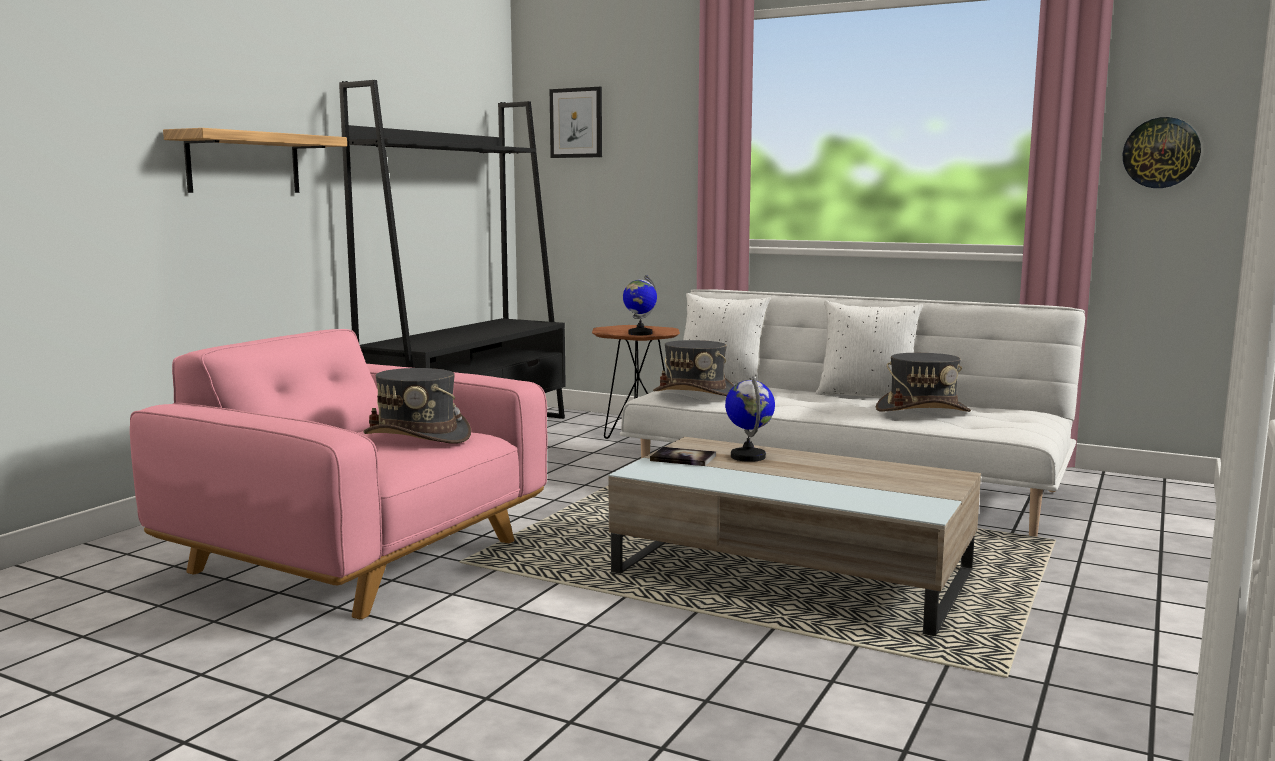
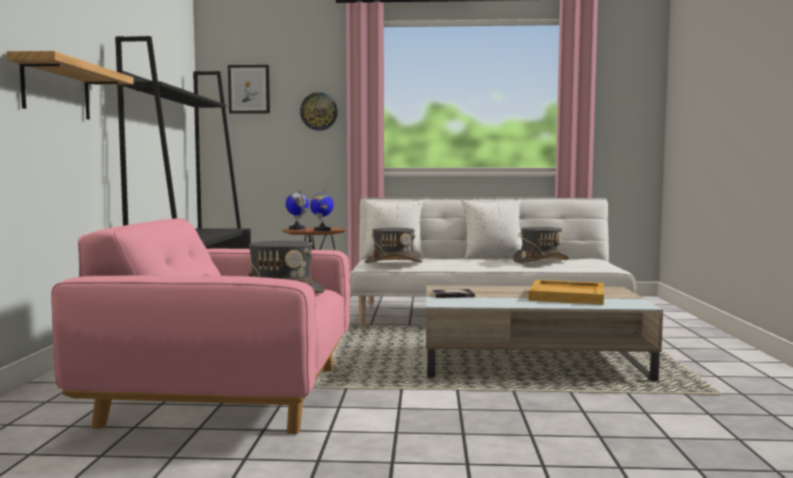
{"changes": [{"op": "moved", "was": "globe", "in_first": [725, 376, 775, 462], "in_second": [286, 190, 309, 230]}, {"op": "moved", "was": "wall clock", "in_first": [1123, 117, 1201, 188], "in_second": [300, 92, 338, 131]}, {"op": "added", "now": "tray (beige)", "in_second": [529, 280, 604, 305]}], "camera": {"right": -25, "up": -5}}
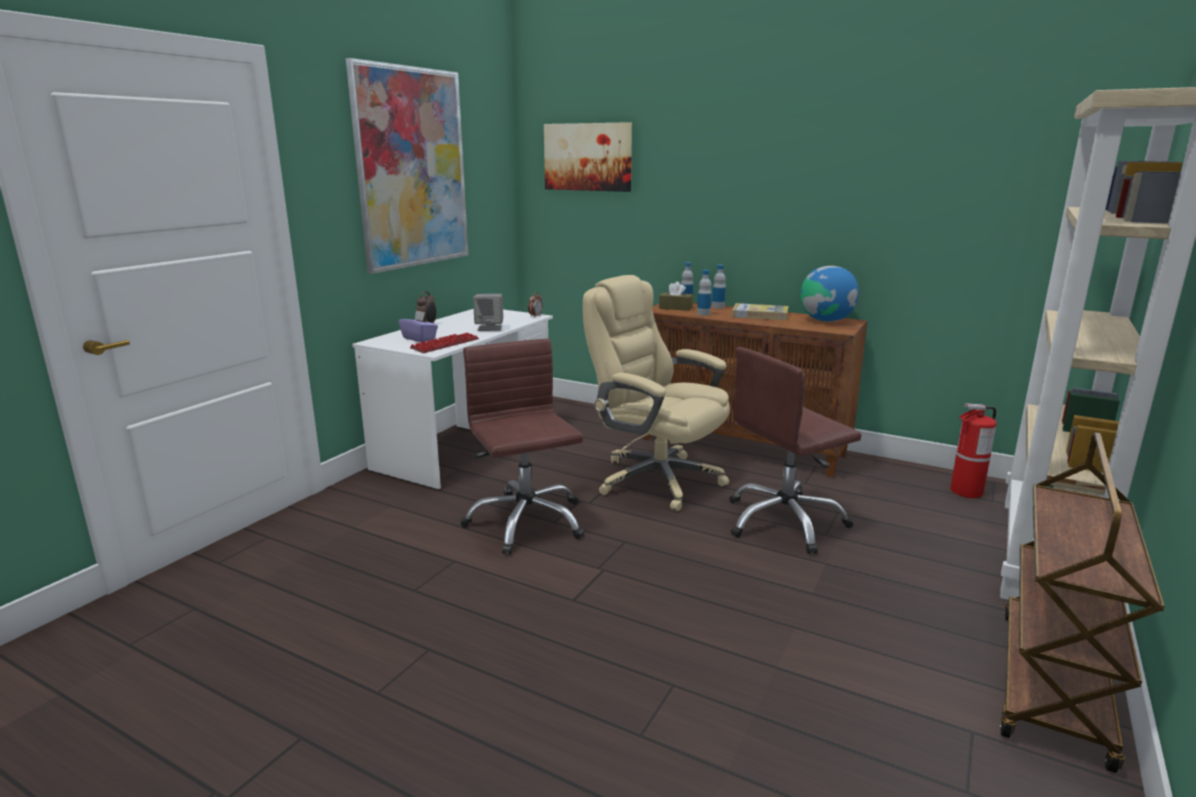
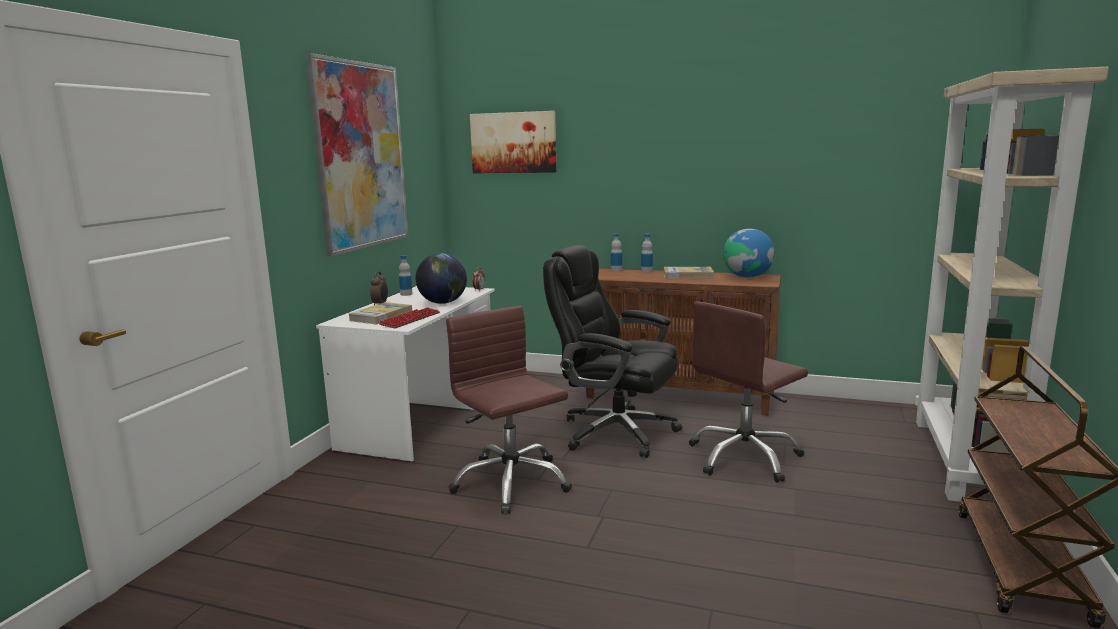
{"changes": [{"op": "replaced", "was": "tissue box (purple)", "now": "book", "in_first": [398, 310, 438, 342], "in_second": [348, 302, 412, 324]}, {"op": "replaced", "was": "speaker (grey)", "now": "globe", "in_first": [473, 294, 503, 331], "in_second": [416, 253, 467, 304]}, {"op": "recoloured", "was": "office chair (beige)", "now": "office chair (black)", "in_first": [583, 275, 730, 511], "in_second": [543, 245, 682, 458]}, {"op": "removed", "was": "tissue box (brown)", "in_first": [659, 282, 693, 311]}, {"op": "moved", "was": "bottle", "in_first": [697, 270, 711, 316], "in_second": [399, 255, 412, 296]}, {"op": "removed", "was": "fire extinguisher", "in_first": [950, 403, 997, 498]}], "camera": {"right": -10, "up": -5}}
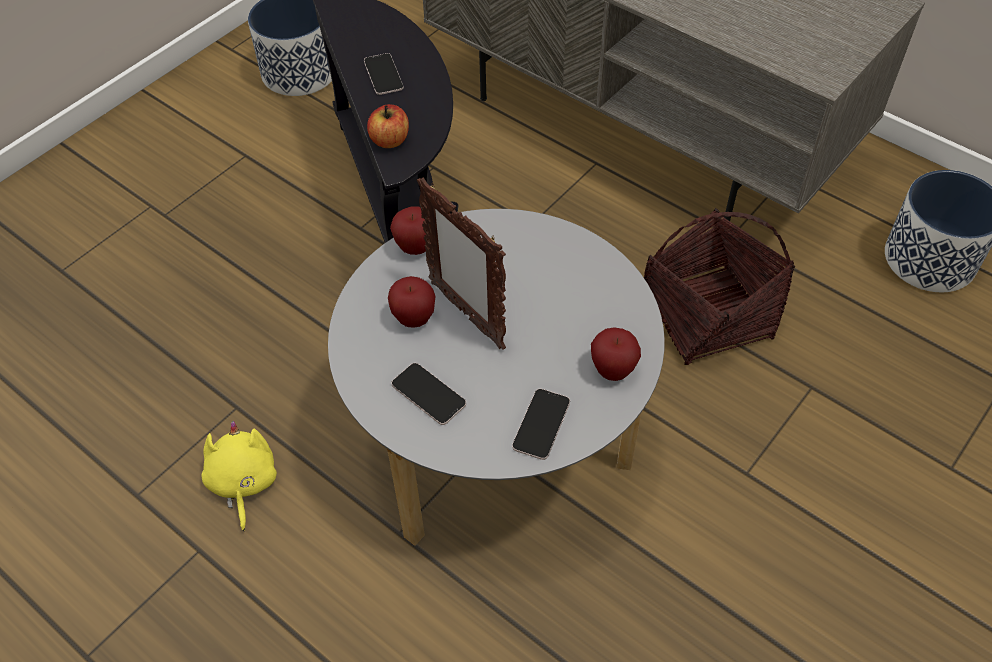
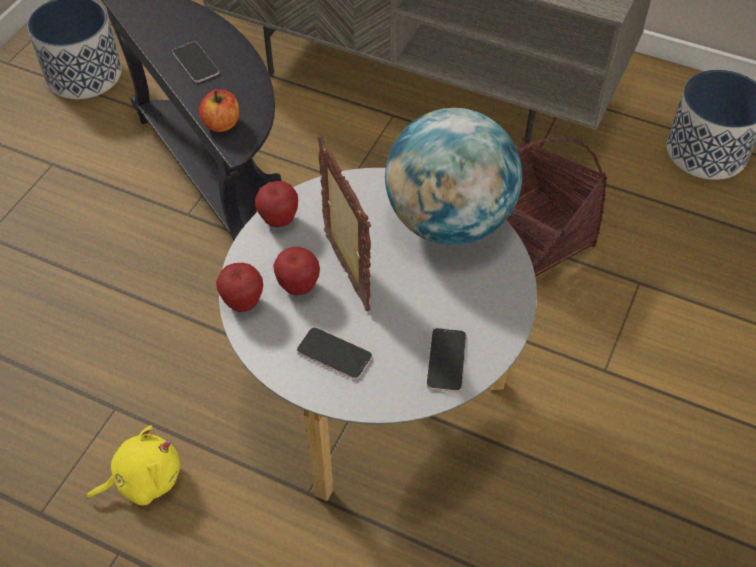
{"changes": [{"op": "turned", "was": "plush toy (yellow)", "in_first": [201, 421, 277, 531], "in_second": [87, 426, 180, 506], "clockwise": 90}, {"op": "turned", "was": "picture frame", "in_first": [417, 178, 506, 350], "in_second": [317, 135, 371, 311], "clockwise": -150}, {"op": "moved", "was": "apple", "in_first": [591, 327, 641, 381], "in_second": [216, 263, 263, 312]}, {"op": "added", "now": "globe", "in_second": [385, 108, 522, 245]}], "camera": {"right": -15, "up": 0}}
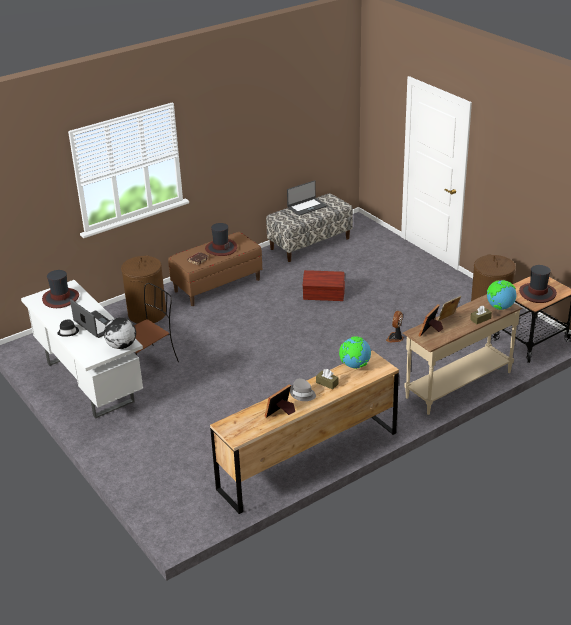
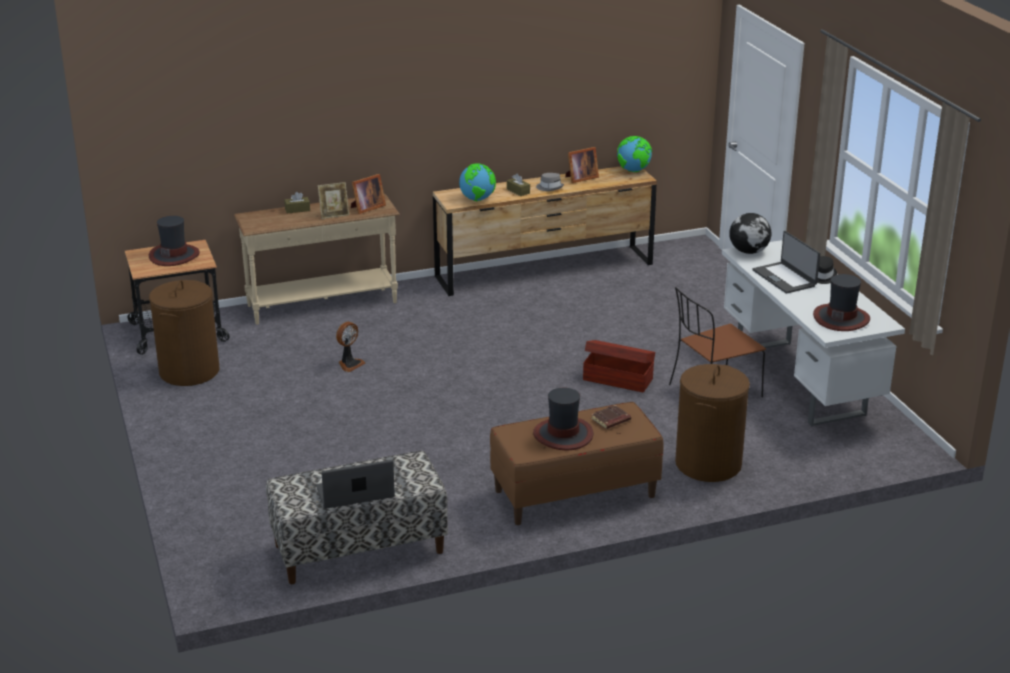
{"changes": [{"op": "moved", "was": "storage box (brown)", "in_first": [303, 270, 345, 301], "in_second": [583, 340, 655, 392]}, {"op": "moved", "was": "globe", "in_first": [487, 280, 516, 310], "in_second": [617, 136, 652, 172]}], "camera": {"right": -165, "up": -5}}
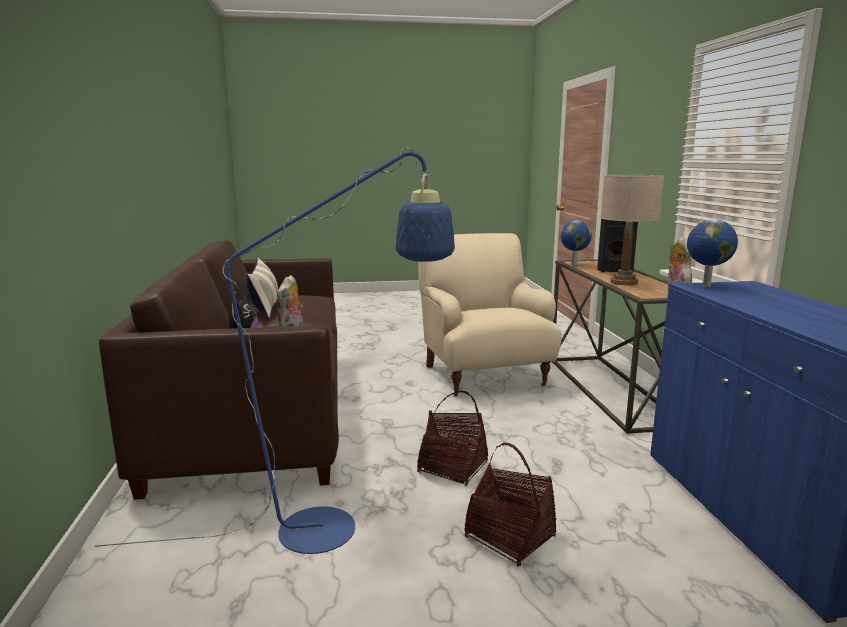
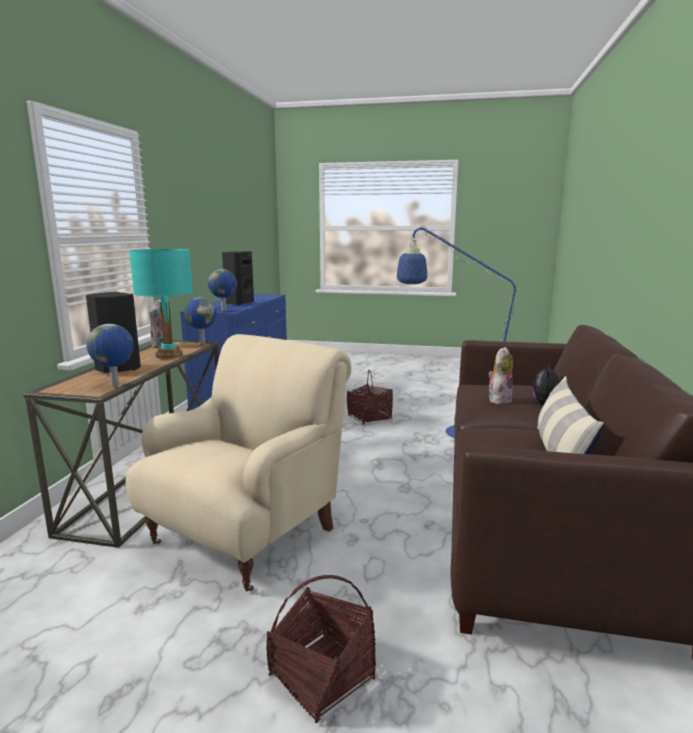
{"changes": [{"op": "moved", "was": "basket", "in_first": [417, 391, 488, 486], "in_second": [266, 575, 376, 723]}, {"op": "turned", "was": "armchair (beige)", "in_first": [418, 233, 561, 397], "in_second": [126, 334, 351, 592], "clockwise": -150}, {"op": "recoloured", "was": "table lamp (beige)", "now": "table lamp (turquoise)", "in_first": [600, 175, 664, 285], "in_second": [129, 249, 193, 359]}, {"op": "added", "now": "globe", "in_second": [184, 297, 217, 344]}, {"op": "added", "now": "speaker (black)", "in_second": [222, 251, 254, 305]}], "camera": {"right": -160, "up": 0}}
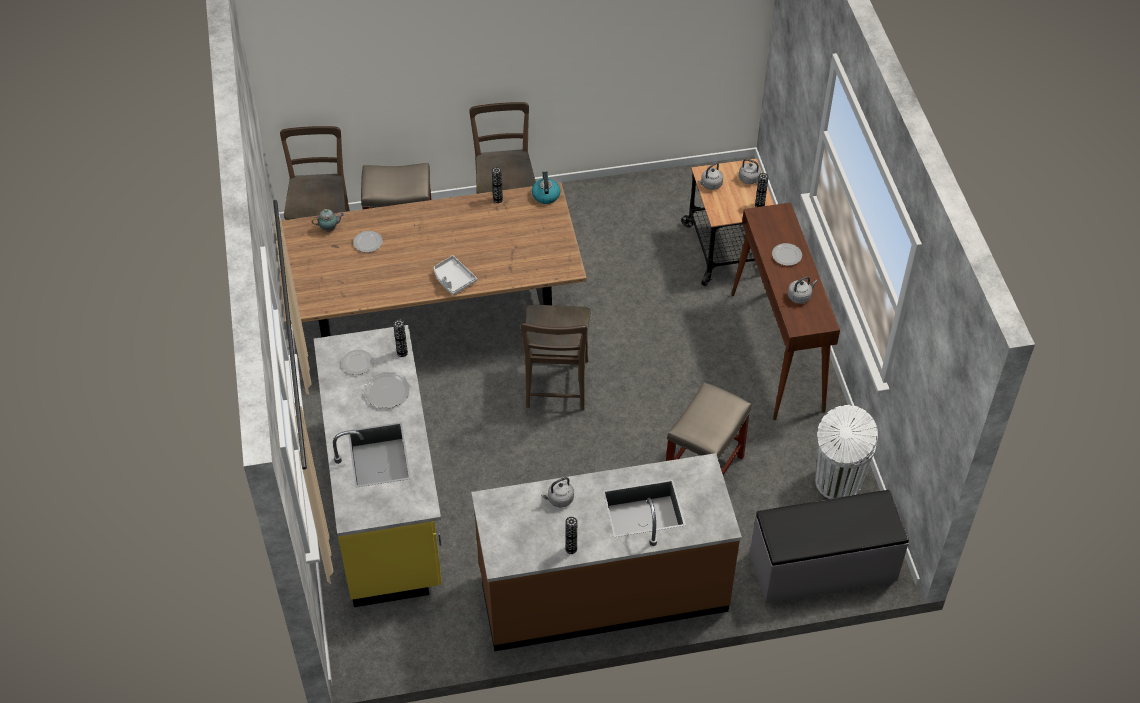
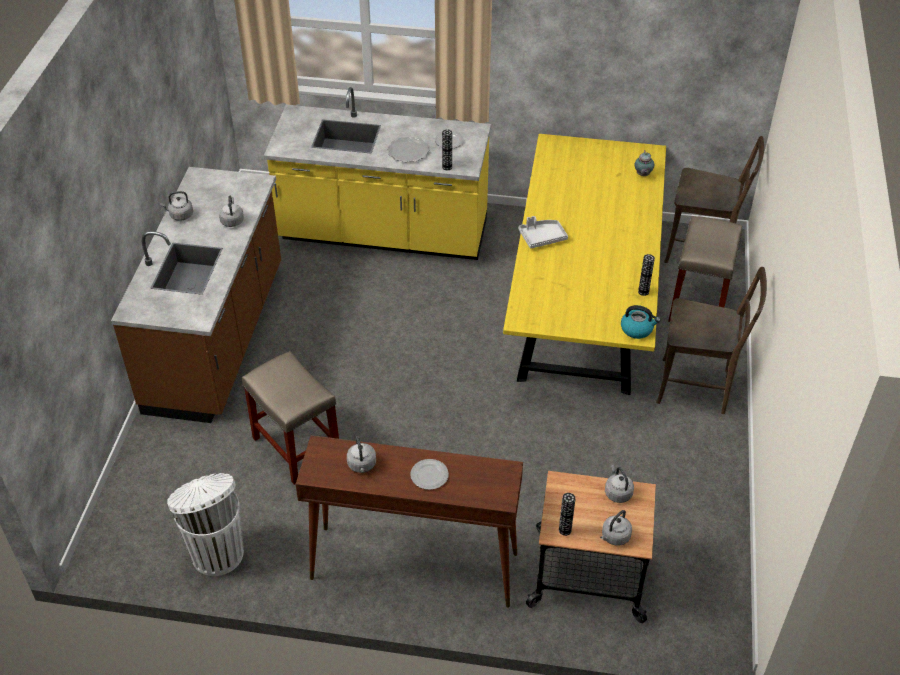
{"changes": [{"op": "recoloured", "was": "dining table (brown)", "now": "dining table (yellow)", "in_first": [274, 182, 587, 337], "in_second": [503, 134, 666, 395]}, {"op": "removed", "was": "plate", "in_first": [353, 231, 382, 252]}, {"op": "removed", "was": "chair (brown)", "in_first": [520, 305, 591, 410]}, {"op": "replaced", "was": "vase", "now": "kettle (grey)", "in_first": [565, 517, 577, 554], "in_second": [160, 191, 193, 221]}, {"op": "removed", "was": "bench (grey)", "in_first": [750, 490, 909, 603]}], "camera": {"right": 110, "up": -5}}
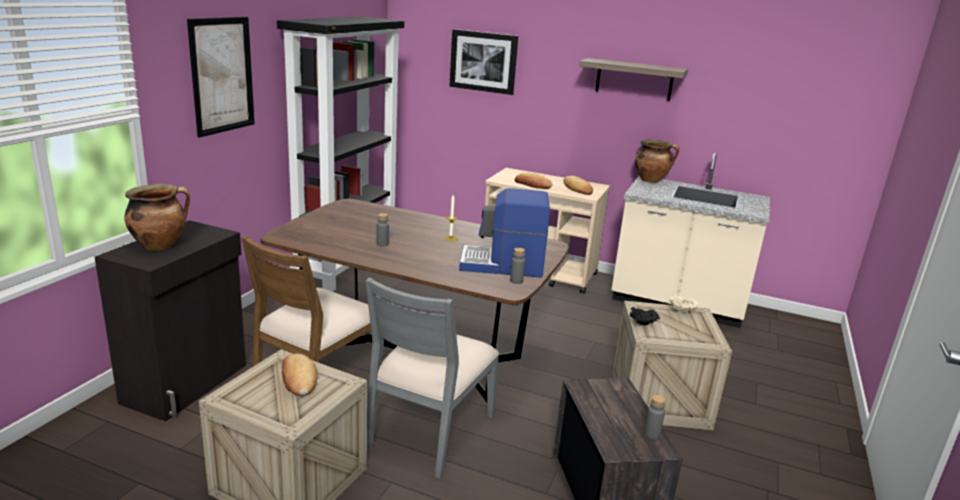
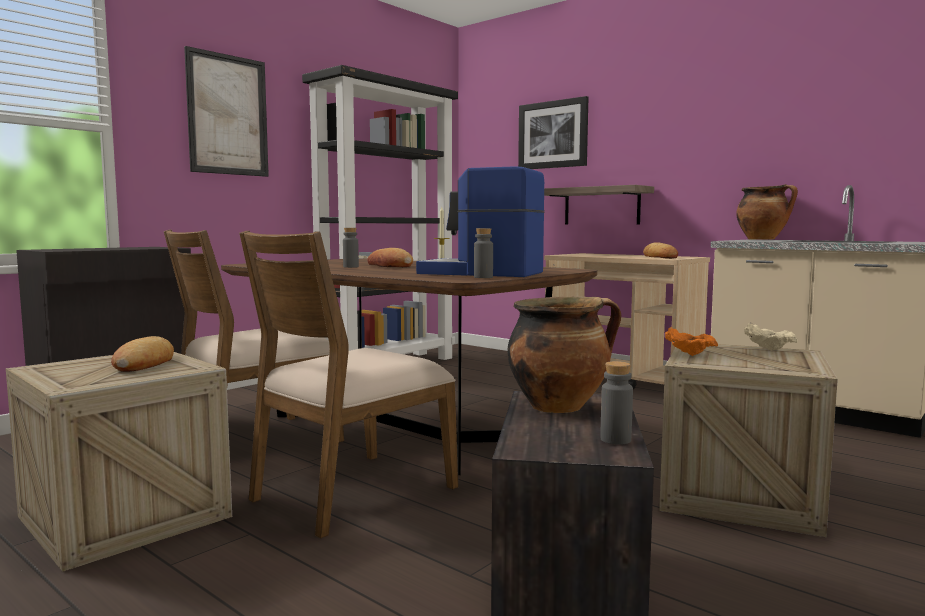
{"changes": [{"op": "moved", "was": "cooking pot", "in_first": [124, 184, 190, 250], "in_second": [507, 296, 621, 413]}, {"op": "recoloured", "was": "chair (grey)", "now": "chair (brown)", "in_first": [366, 278, 499, 479], "in_second": [239, 231, 458, 539]}, {"op": "moved", "was": "bread", "in_first": [515, 173, 552, 189], "in_second": [367, 248, 413, 267]}, {"op": "moved", "was": "shelf", "in_first": [579, 58, 688, 101], "in_second": [544, 185, 654, 225]}, {"op": "recoloured", "was": "bowl (black)", "now": "bowl (orange)", "in_first": [630, 307, 660, 326], "in_second": [665, 327, 718, 356]}], "camera": {"right": 20, "up": -15}}
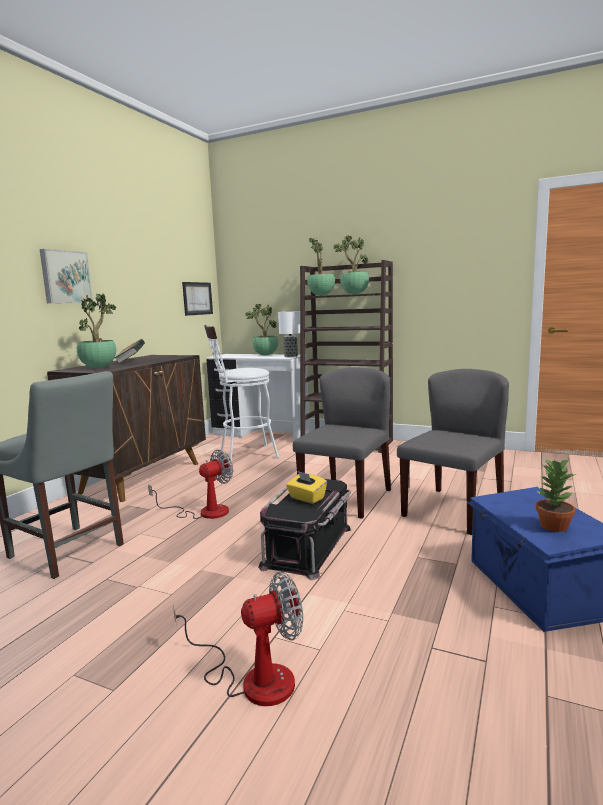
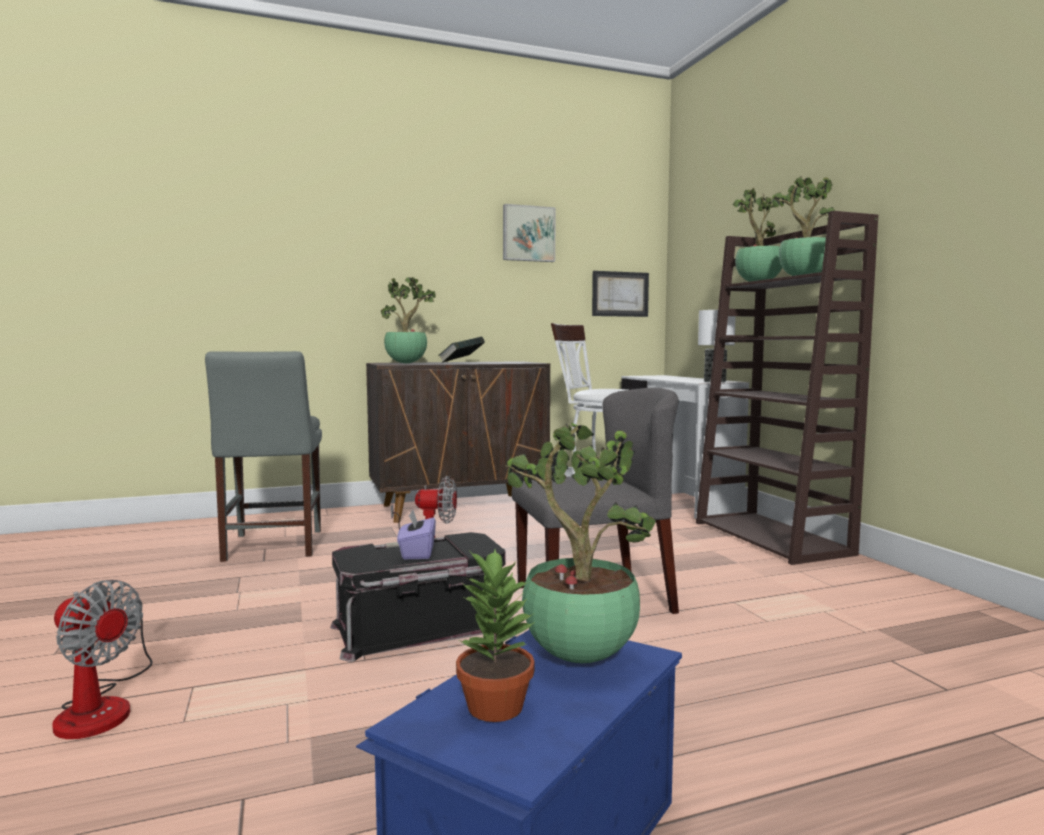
{"changes": [{"op": "moved", "was": "picture", "in_first": [40, 249, 93, 303], "in_second": [503, 204, 556, 262]}, {"op": "moved", "was": "potted plant", "in_first": [245, 303, 278, 356], "in_second": [506, 423, 656, 663]}, {"op": "recoloured", "was": "tissue box (yellow)", "now": "tissue box (purple)", "in_first": [286, 471, 327, 504], "in_second": [397, 510, 436, 559]}, {"op": "removed", "was": "chair (grey)", "in_first": [397, 369, 509, 535]}], "camera": {"right": 45, "up": -5}}
